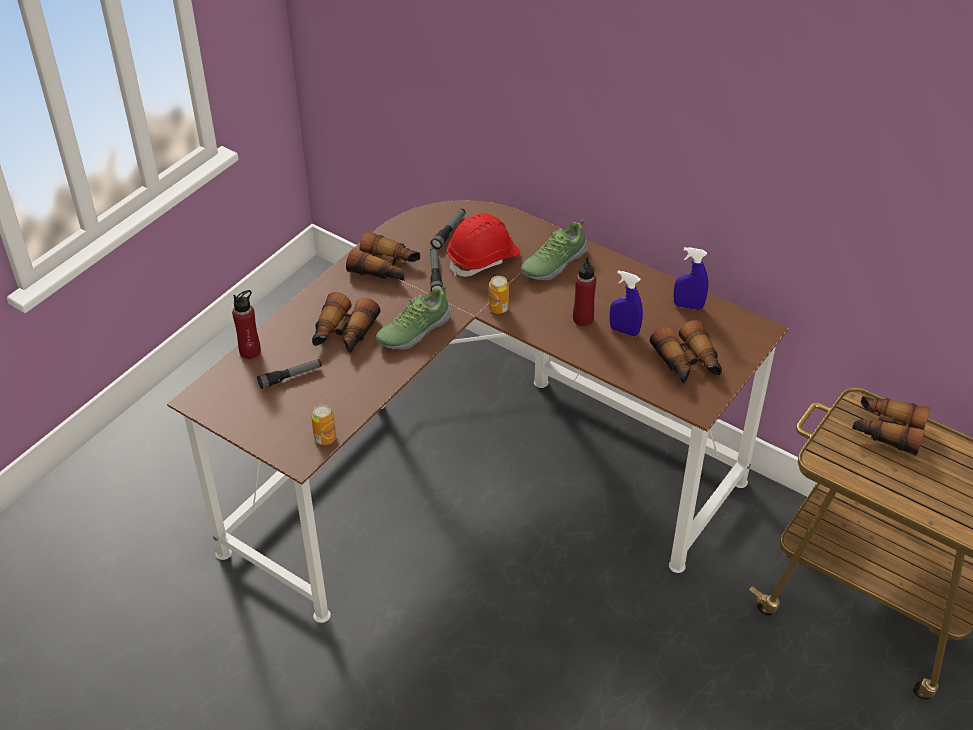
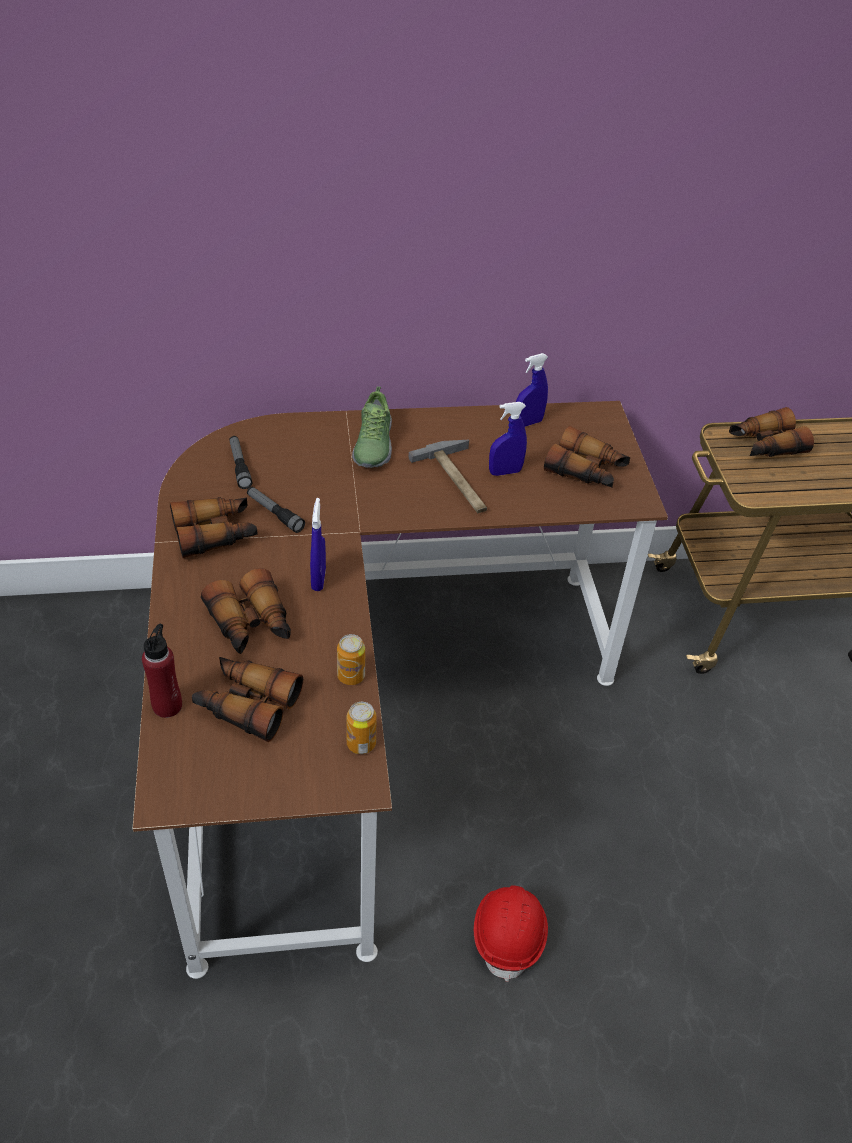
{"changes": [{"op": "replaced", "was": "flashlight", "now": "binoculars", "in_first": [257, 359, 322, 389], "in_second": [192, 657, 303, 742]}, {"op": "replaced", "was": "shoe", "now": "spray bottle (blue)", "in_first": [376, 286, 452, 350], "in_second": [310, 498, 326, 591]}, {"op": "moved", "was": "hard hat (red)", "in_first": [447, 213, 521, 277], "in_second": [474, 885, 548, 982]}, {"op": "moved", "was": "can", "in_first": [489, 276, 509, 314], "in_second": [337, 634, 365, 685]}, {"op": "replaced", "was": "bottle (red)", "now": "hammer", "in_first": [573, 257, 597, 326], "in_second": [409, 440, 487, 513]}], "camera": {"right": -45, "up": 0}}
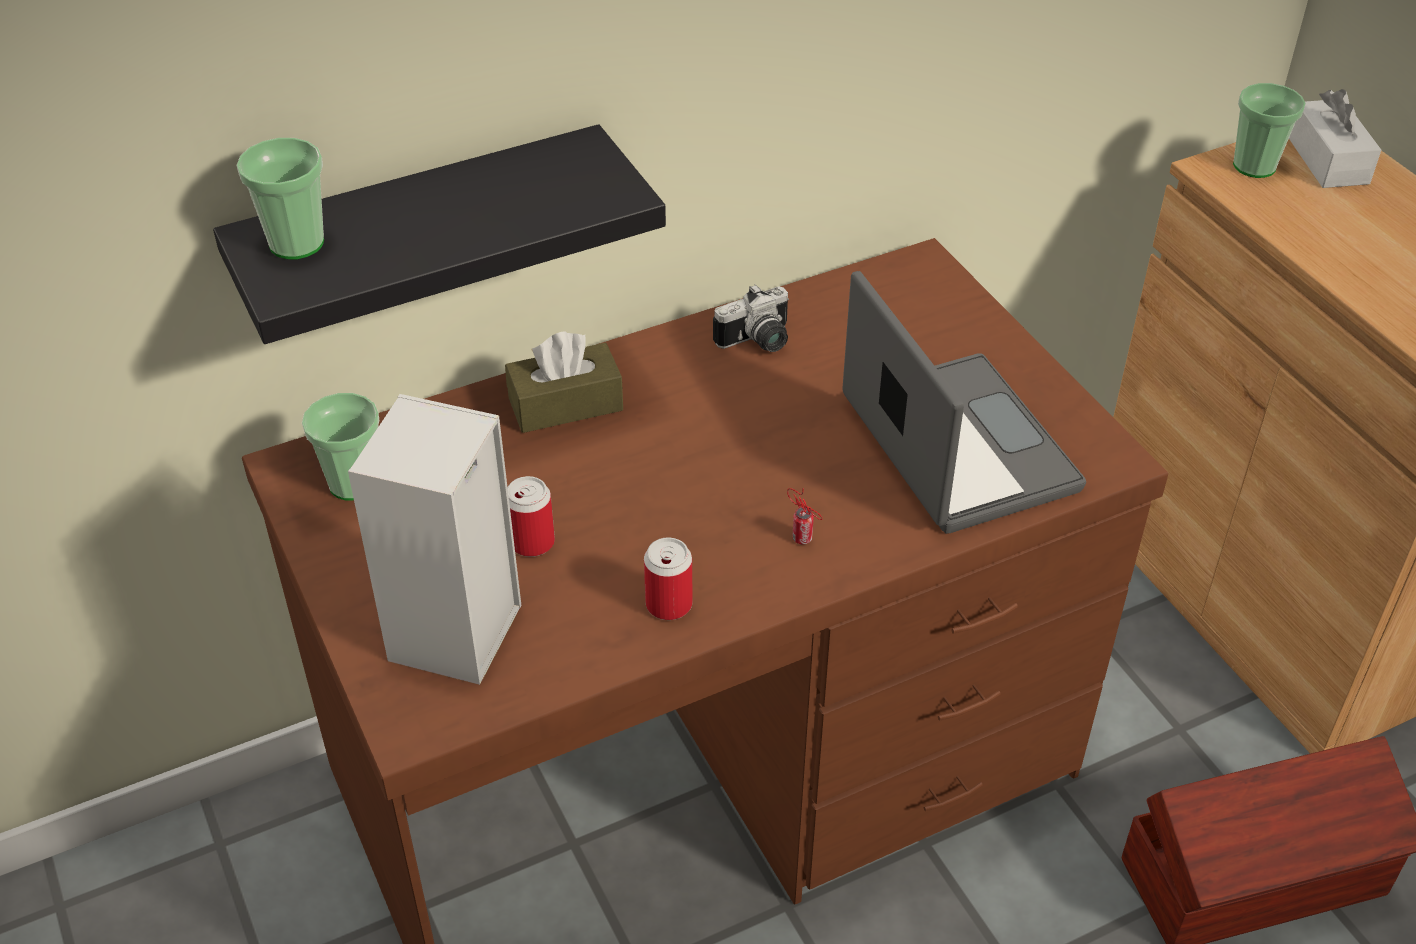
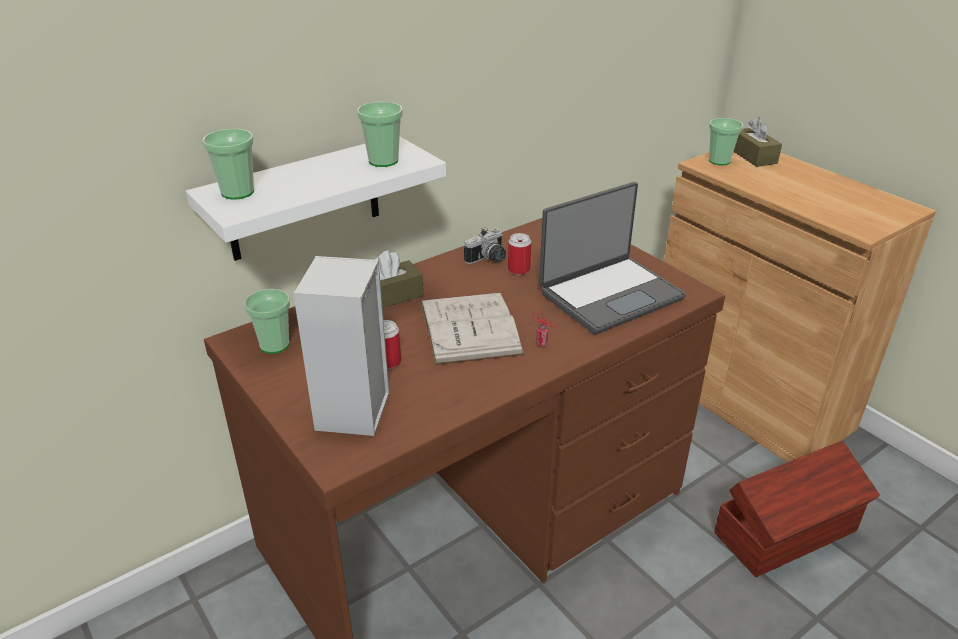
{"changes": [{"op": "recoloured", "was": "shelf (black)", "now": "shelf (white)", "in_first": [213, 124, 666, 344], "in_second": [186, 137, 446, 261]}, {"op": "moved", "was": "can", "in_first": [644, 537, 693, 620], "in_second": [508, 233, 531, 275]}, {"op": "turned", "was": "laptop", "in_first": [842, 271, 1086, 534], "in_second": [539, 182, 686, 334], "clockwise": 90}, {"op": "recoloured", "was": "tissue box (white)", "now": "tissue box (brown)", "in_first": [1289, 89, 1381, 188], "in_second": [734, 117, 782, 167]}, {"op": "added", "now": "cup", "in_second": [357, 102, 403, 167]}, {"op": "added", "now": "book (white)", "in_second": [421, 293, 524, 365]}], "camera": {"right": -10, "up": -10}}
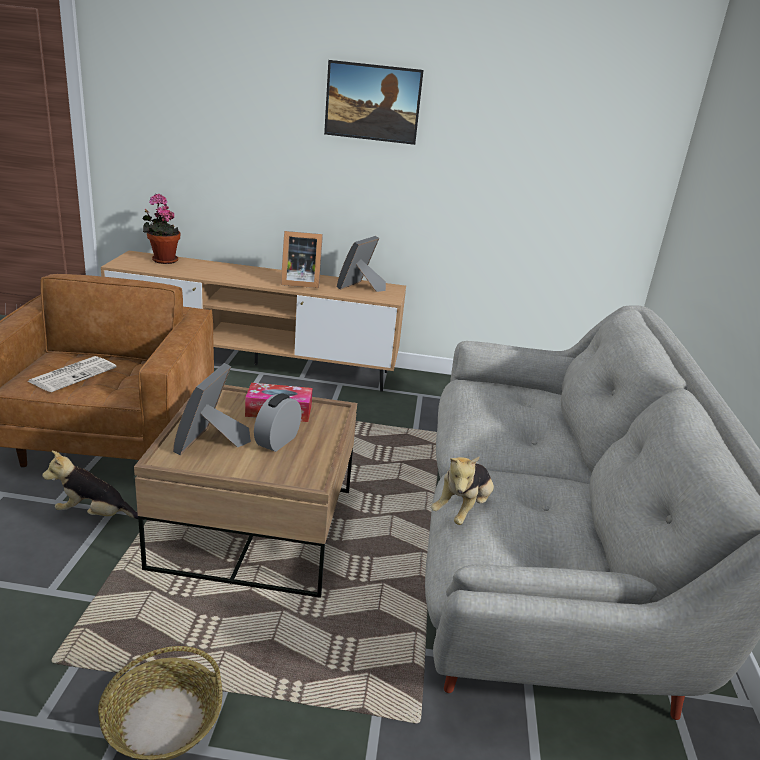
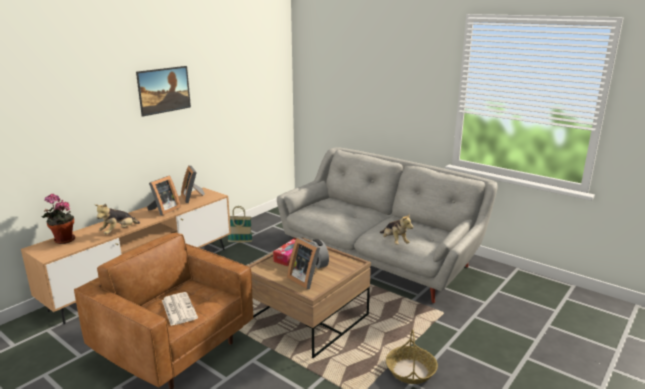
{"changes": [{"op": "moved", "was": "plush toy", "in_first": [42, 451, 145, 520], "in_second": [95, 204, 140, 234]}, {"op": "added", "now": "basket", "in_second": [228, 206, 253, 243]}], "camera": {"right": -55, "up": -5}}
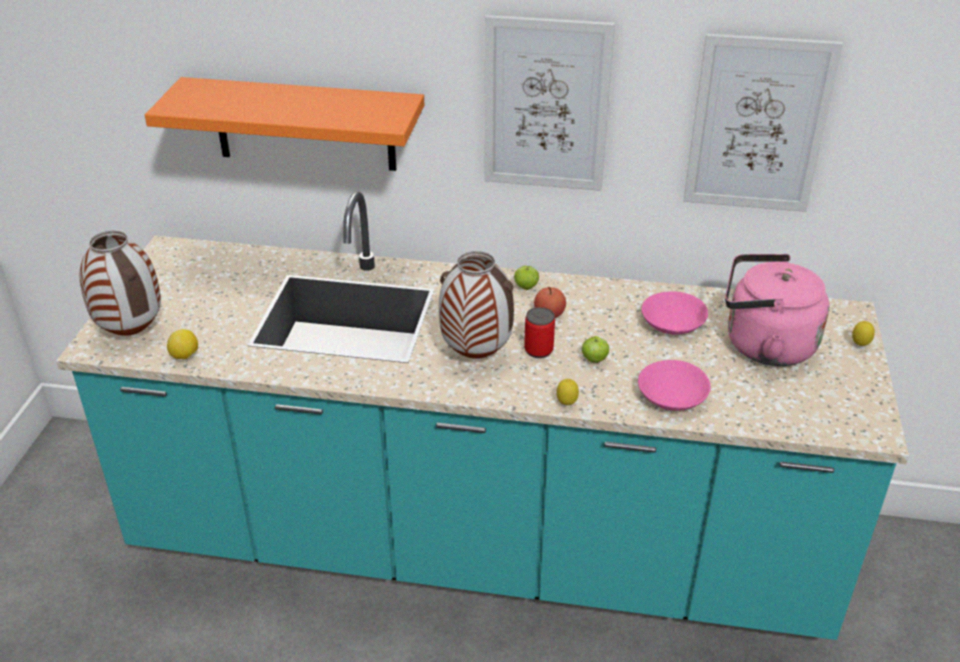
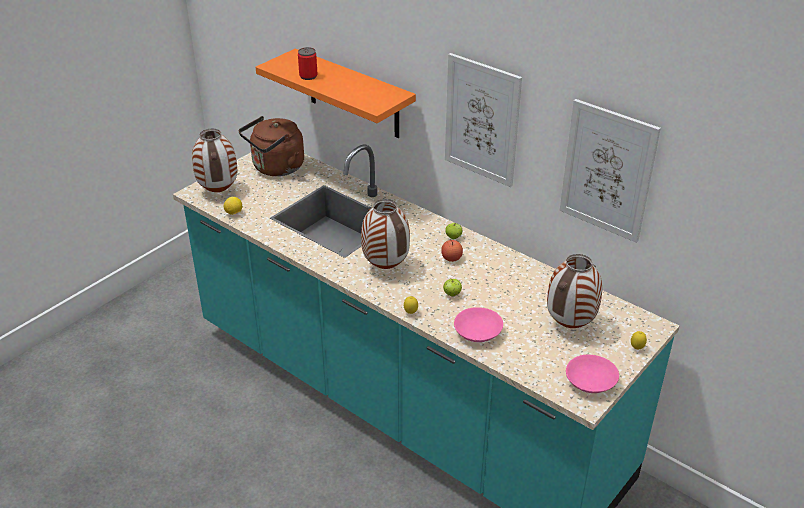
{"changes": [{"op": "moved", "was": "can", "in_first": [524, 307, 555, 358], "in_second": [298, 47, 317, 80]}, {"op": "moved", "was": "bowl (pink)", "in_first": [642, 291, 708, 335], "in_second": [566, 355, 619, 393]}, {"op": "replaced", "was": "kettle (pink)", "now": "vase", "in_first": [725, 254, 829, 366], "in_second": [547, 254, 602, 328]}, {"op": "added", "now": "kettle (brown)", "in_second": [239, 116, 304, 176]}], "camera": {"right": 30, "up": 0}}
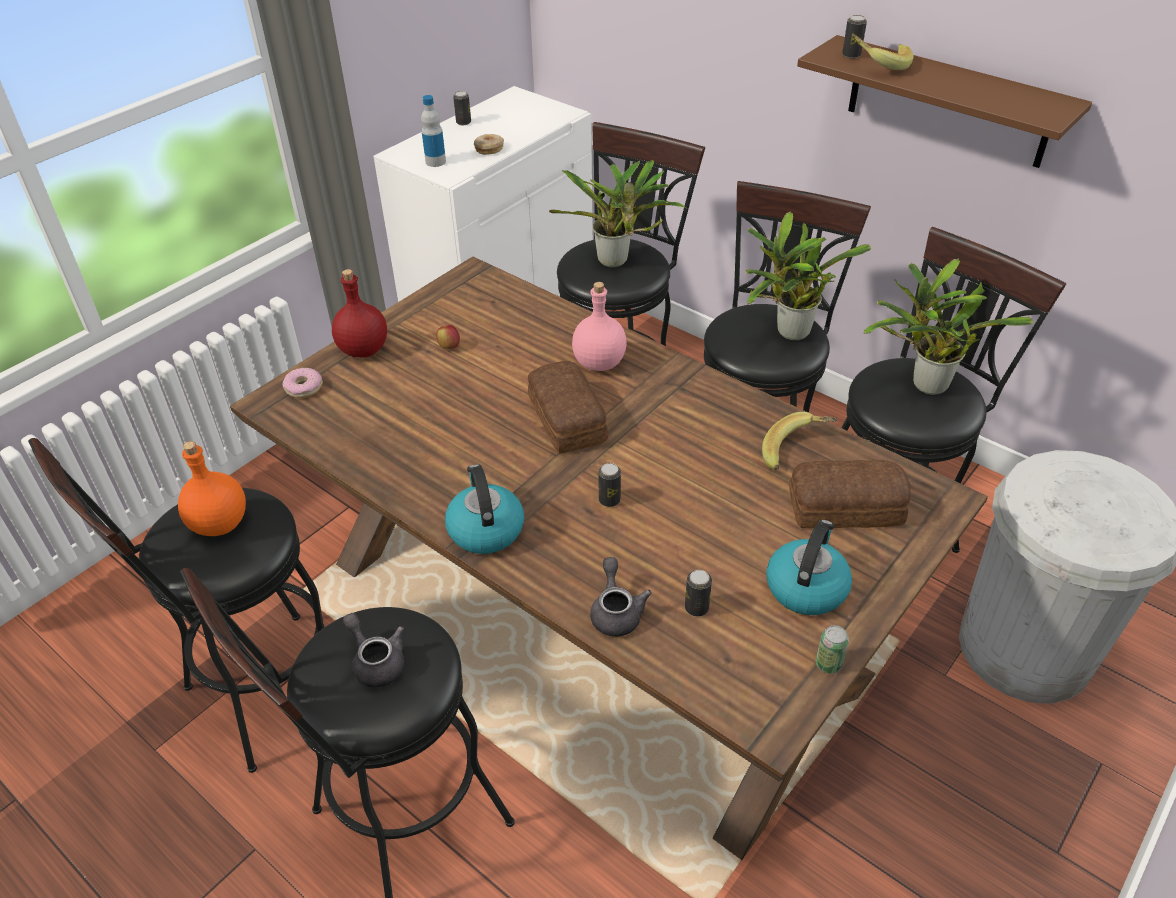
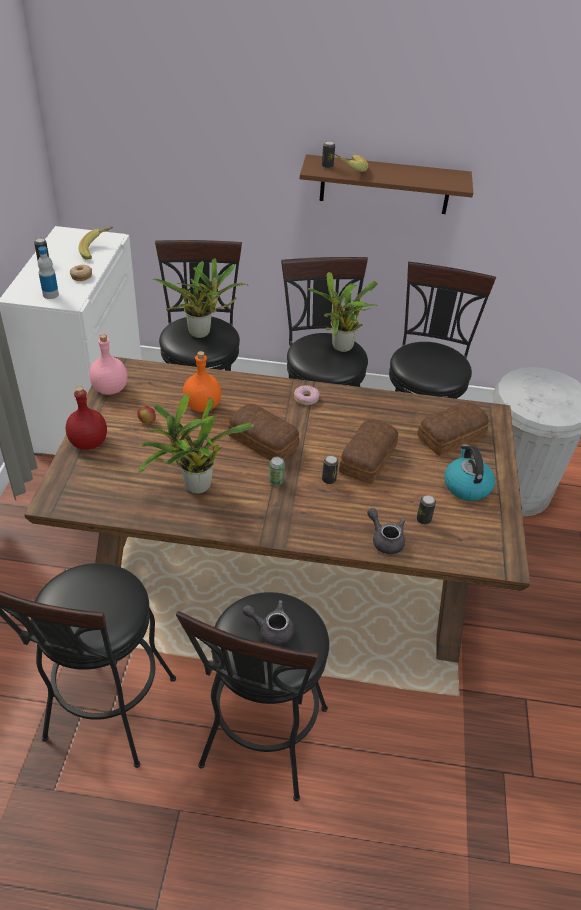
{"changes": [{"op": "moved", "was": "bottle (orange)", "in_first": [178, 441, 246, 536], "in_second": [183, 351, 221, 412]}, {"op": "moved", "was": "donut", "in_first": [283, 368, 323, 398], "in_second": [294, 385, 320, 405]}, {"op": "removed", "was": "kettle", "in_first": [445, 464, 524, 554]}, {"op": "moved", "was": "bottle (pink)", "in_first": [572, 282, 627, 371], "in_second": [89, 334, 127, 395]}, {"op": "moved", "was": "banana", "in_first": [762, 412, 837, 470], "in_second": [79, 226, 113, 260]}, {"op": "moved", "was": "can", "in_first": [816, 625, 849, 674], "in_second": [269, 457, 285, 485]}, {"op": "moved", "was": "potted plant", "in_first": [863, 258, 1033, 395], "in_second": [138, 393, 253, 494]}, {"op": "added", "now": "bread", "in_second": [339, 419, 398, 484]}], "camera": {"right": -35, "up": 0}}
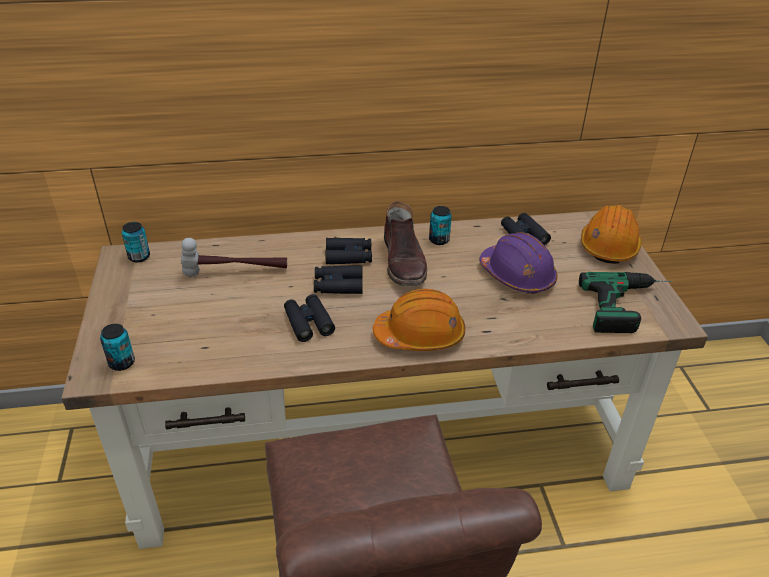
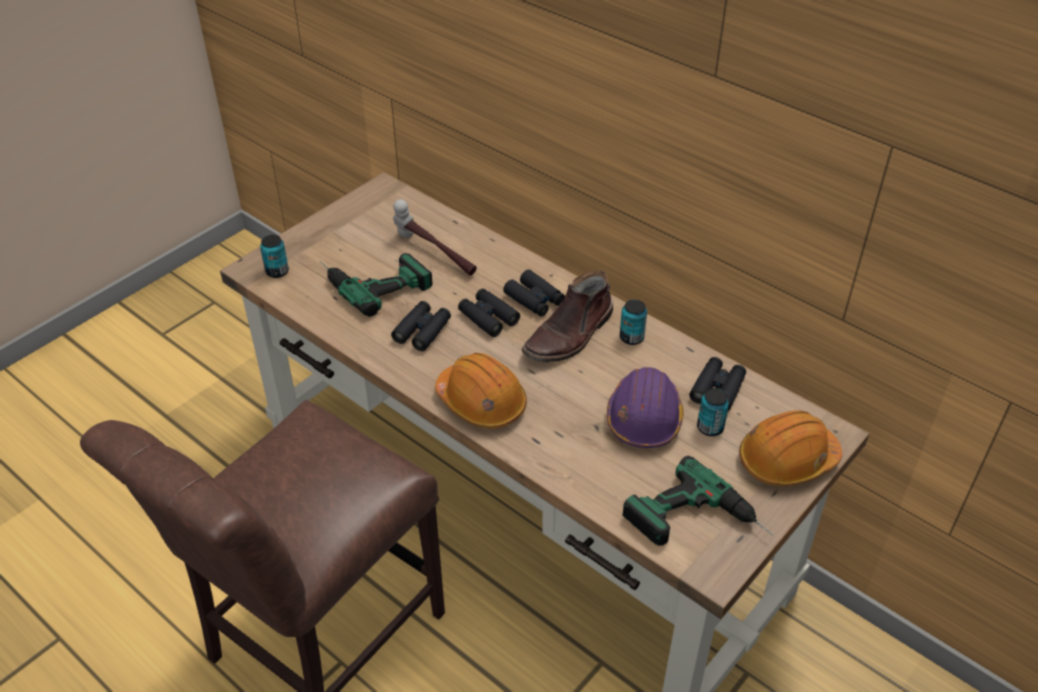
{"changes": [{"op": "moved", "was": "can", "in_first": [122, 222, 150, 262], "in_second": [697, 388, 729, 436]}, {"op": "added", "now": "power drill", "in_second": [320, 253, 433, 317]}], "camera": {"right": 50, "up": 5}}
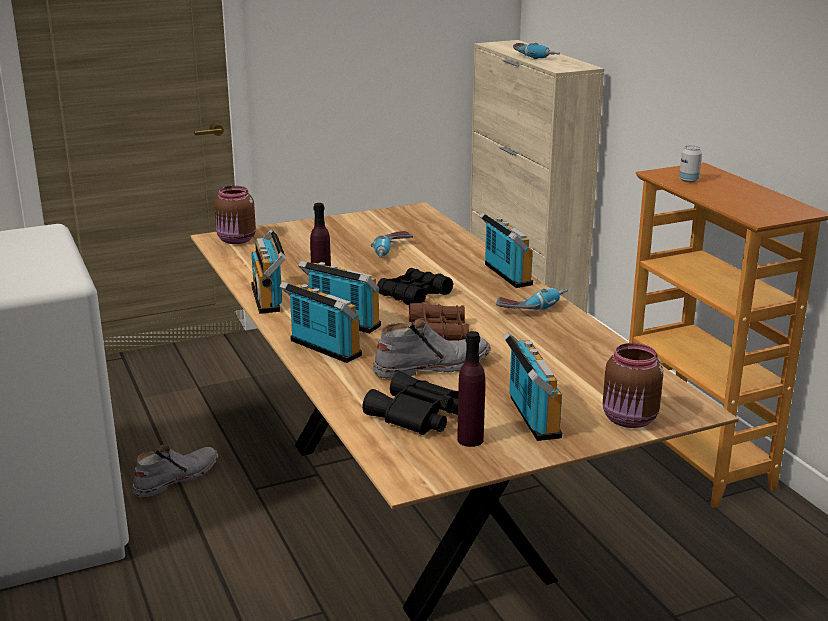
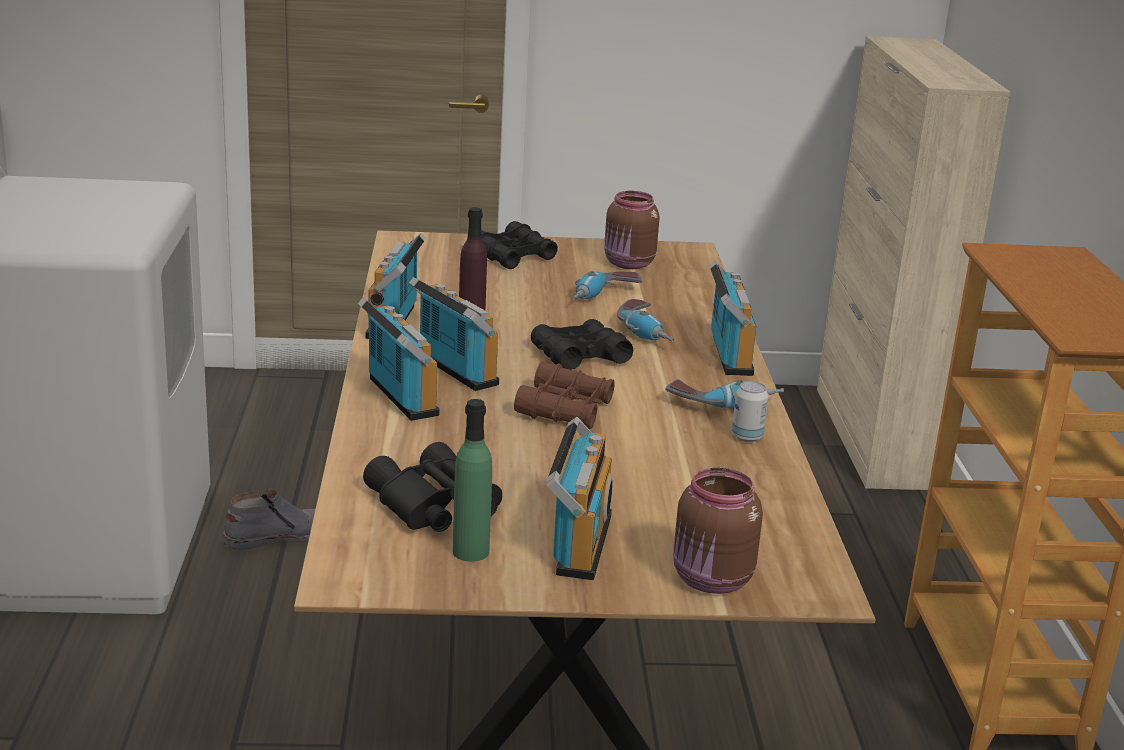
{"changes": [{"op": "moved", "was": "jar (brown)", "in_first": [214, 186, 256, 244], "in_second": [604, 191, 660, 269]}, {"op": "removed", "was": "boot (grey)", "in_first": [373, 319, 491, 379]}, {"op": "recoloured", "was": "bottle (purple)", "now": "bottle (green)", "in_first": [457, 331, 485, 447], "in_second": [452, 399, 492, 562]}, {"op": "moved", "was": "power drill", "in_first": [513, 43, 560, 59], "in_second": [617, 299, 674, 342]}, {"op": "moved", "was": "can", "in_first": [679, 145, 702, 183], "in_second": [732, 381, 768, 442]}, {"op": "added", "now": "binoculars (black)", "in_second": [481, 221, 558, 269]}], "camera": {"right": 20, "up": 0}}
